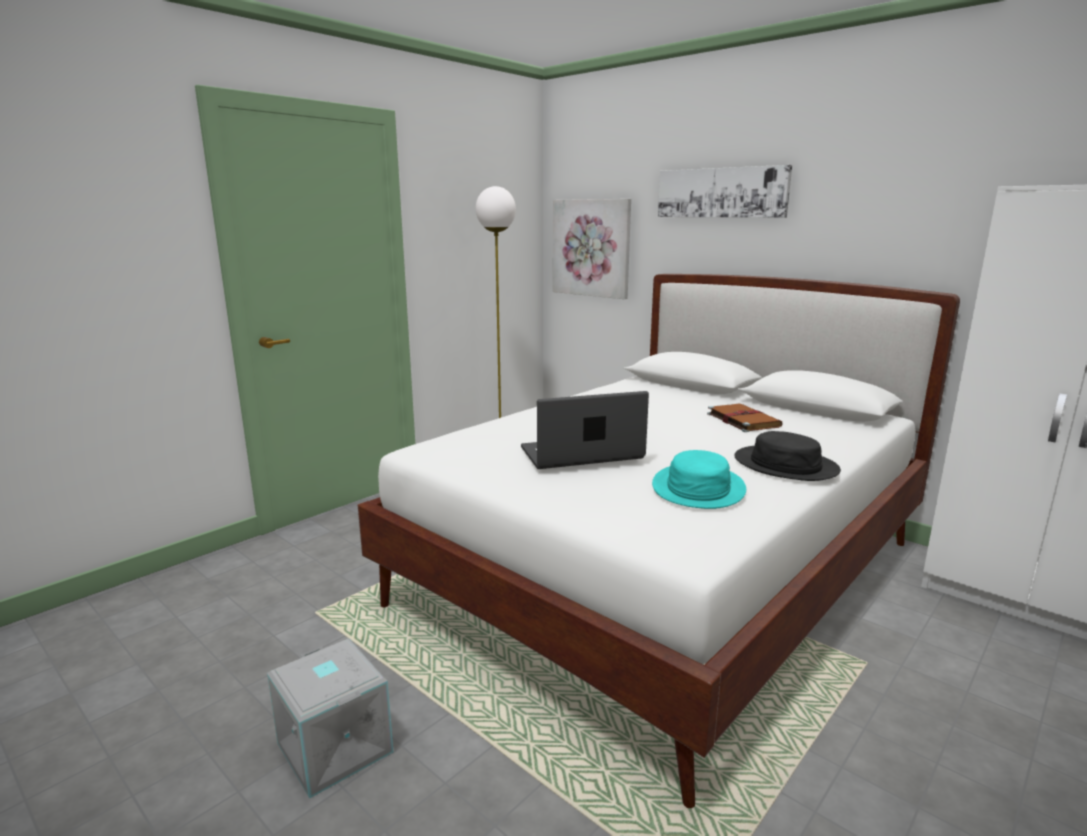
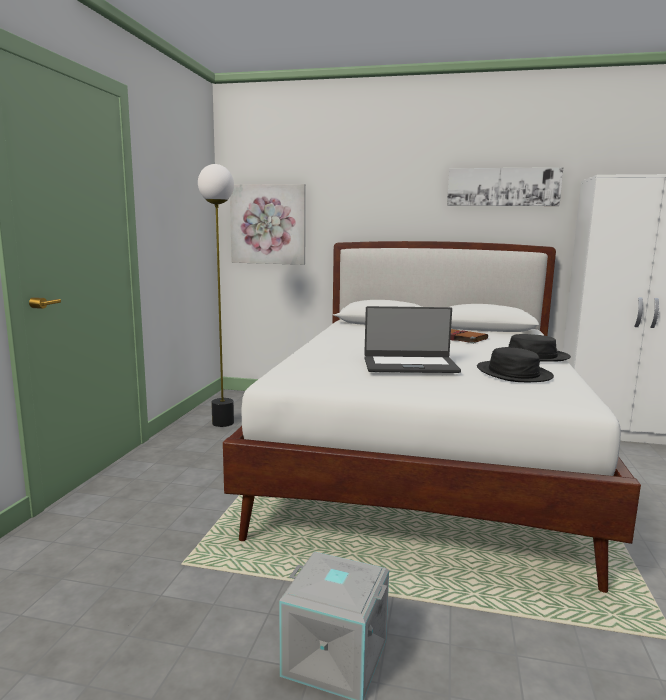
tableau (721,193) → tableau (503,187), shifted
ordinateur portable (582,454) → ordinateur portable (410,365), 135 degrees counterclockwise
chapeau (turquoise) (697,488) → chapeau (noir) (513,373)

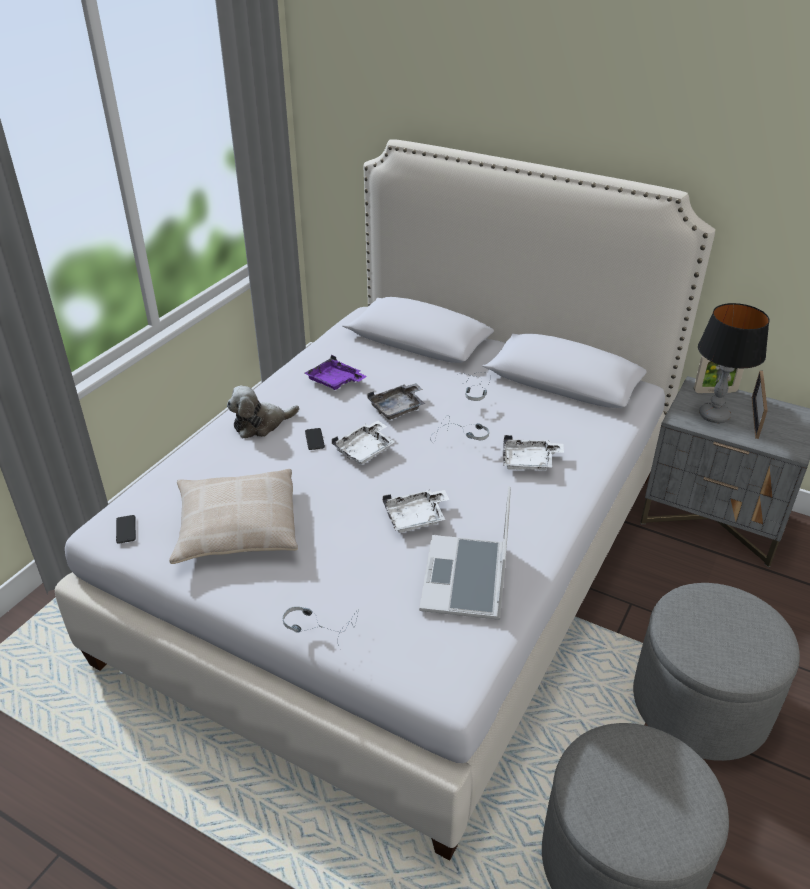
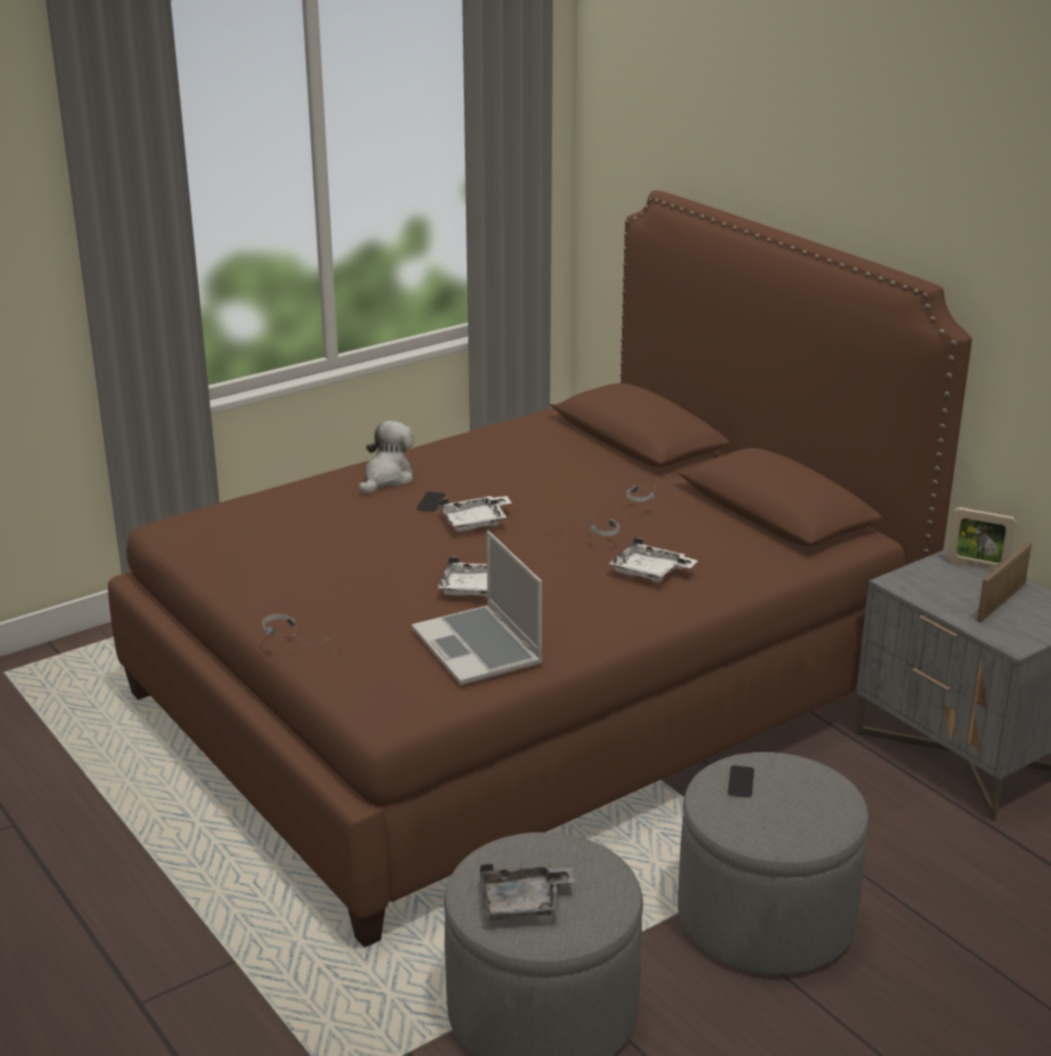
lit (blanc) (404,558) → lit (marron) (525,691)
lampe de table (714,416) → -
plateau (violet) (335,381) → -
plateau (gris) (398,408) → plateau (gris) (523,903), shifted
peluche (261,424) → peluche (387,478), 120 degrees clockwise
coussin (beige) (236,527) → -
ordinateur portable (466,580) → ordinateur portable (479,648), 60 degrees counterclockwise
téléphone (126,529) → téléphone (740,782), shifted

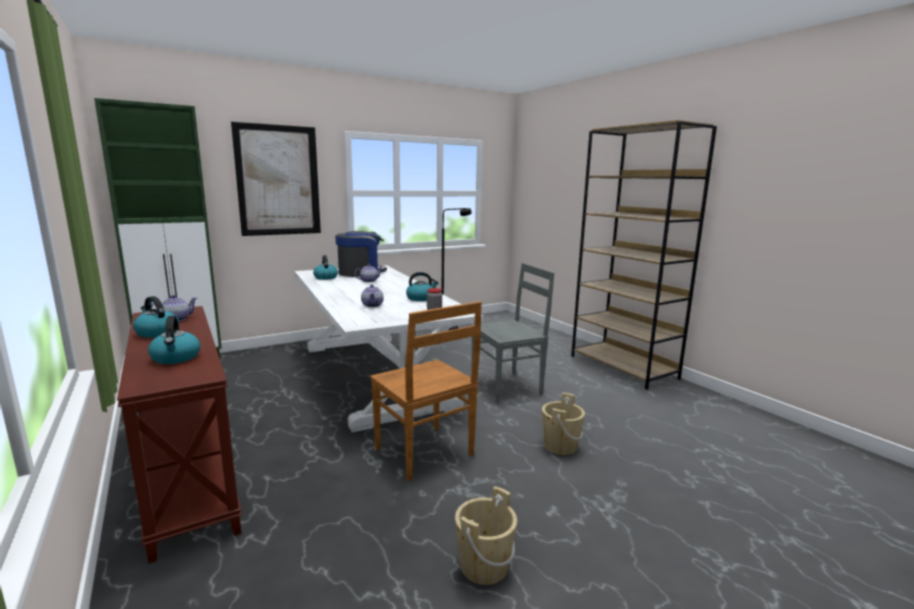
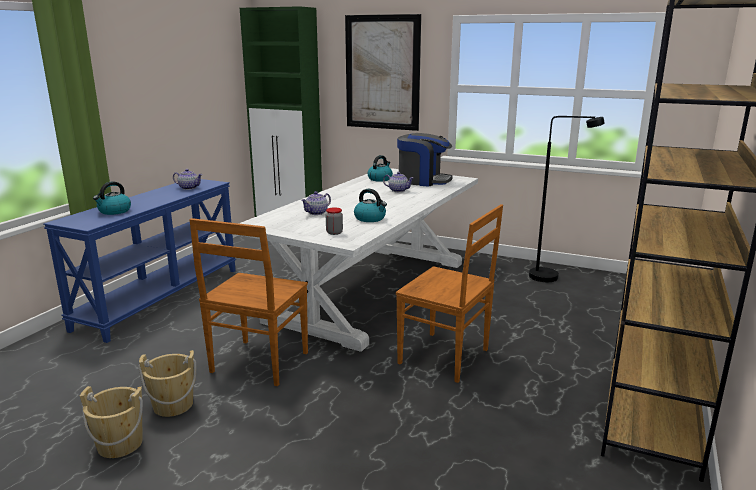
chaise (gris) (508,387) → chaise (marron) (446,357)
bouilloire (157,332) → -
table console (marron) (187,470) → table console (bleu) (160,297)
seau (beige) (560,446) → seau (beige) (173,405), shifted

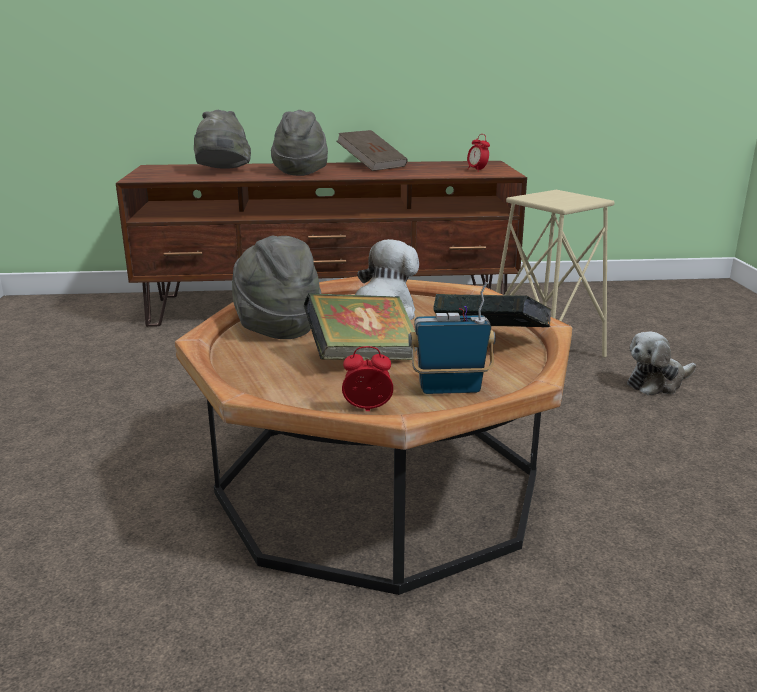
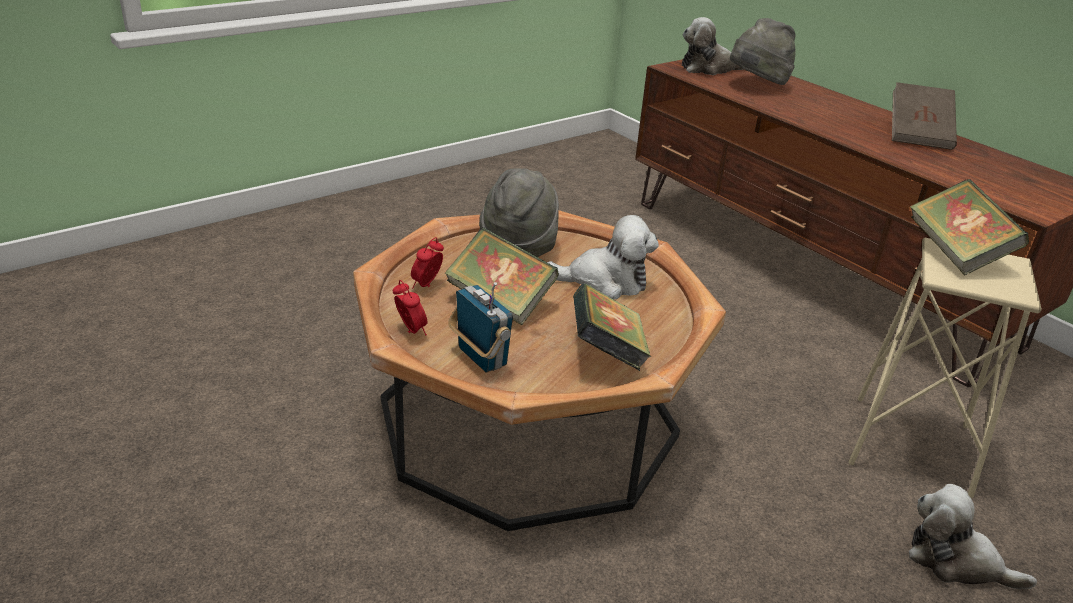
chapeau (gris) (301,172) → -
réveil (477,170) → réveil (427,285), shifted
- → peluche (709,68)
- → livre (956,253)

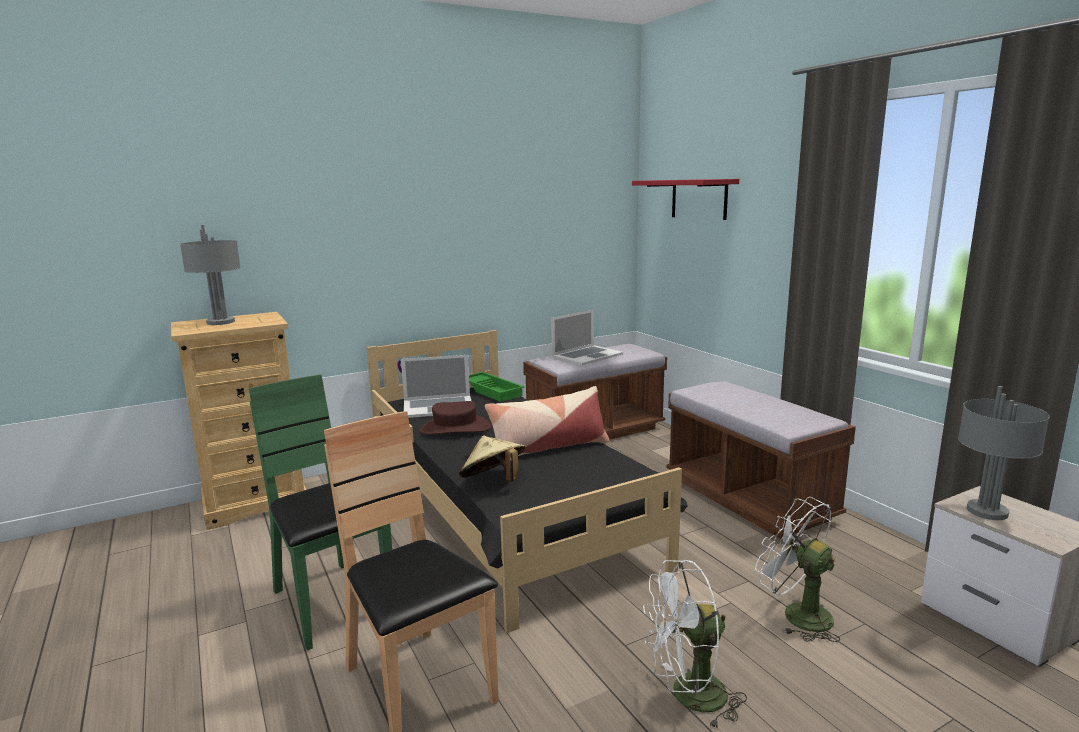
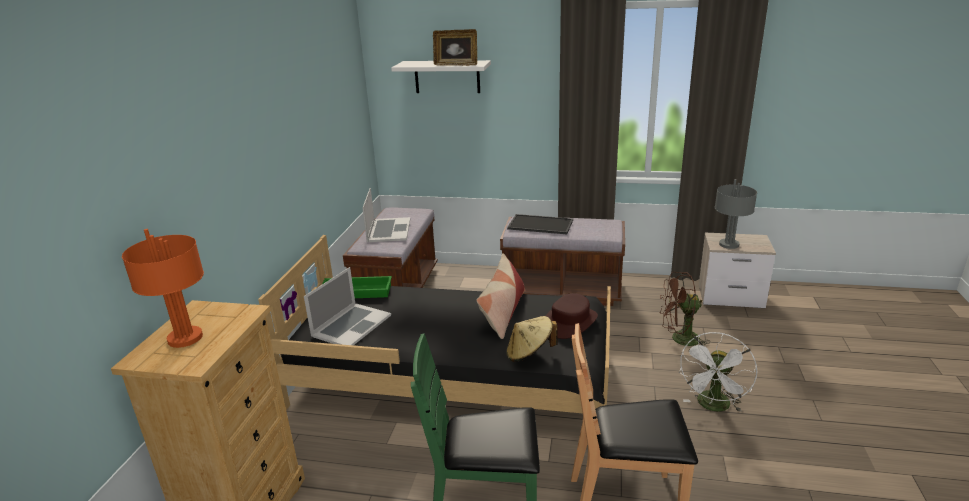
étagère (rouge) (699,199) → étagère (blanc) (447,76)
lampe de table (gris) (221,322) → lampe de table (orange) (186,337)
chapeau (marron) (455,428) → chapeau (marron) (570,322), shifted
ventilateur (blanc) (797,614) → ventilateur (marron) (679,340)
- → cadre photo (456,65)
- → plateau (539,225)

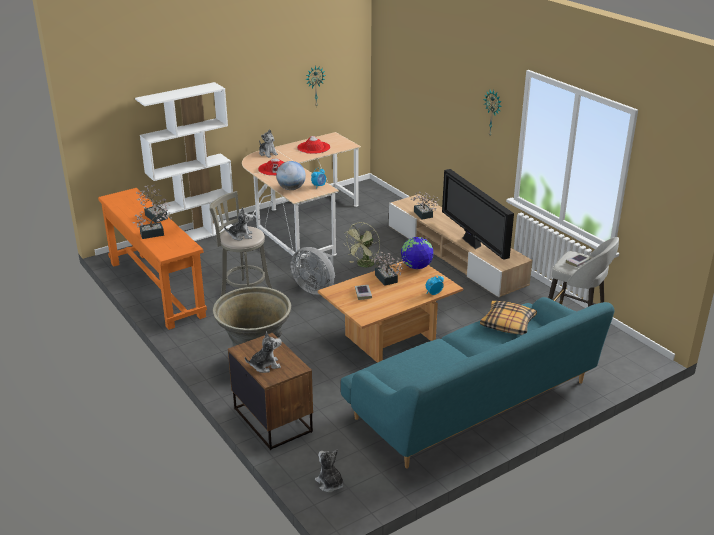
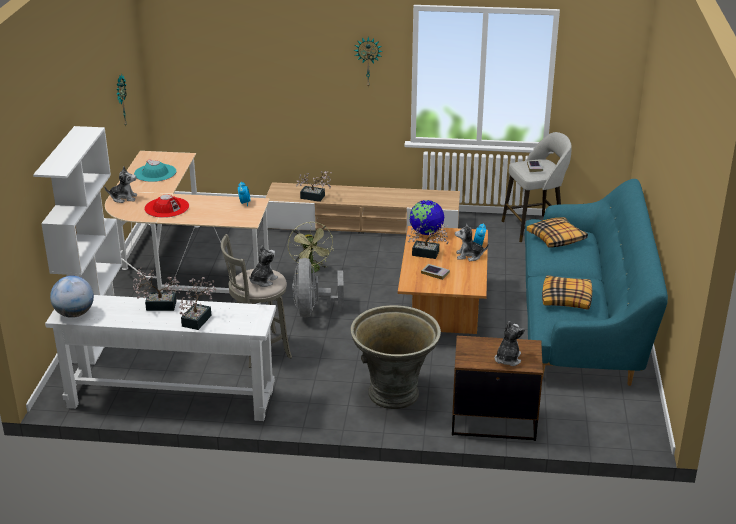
chapeau (rouge) (313,147) → chapeau (turquoise) (155,173)
globe (291,189) → globe (74,314), shifted
téléviseur (472,243) → -
table console (orange) (156,289) → table console (blanc) (171,398)
ventilateur (gris) (315,289) → ventilateur (gris) (313,311), 105 degrees clockwise
peluche (330,483) → peluche (469,256), shifted
- → coussin (567,299)

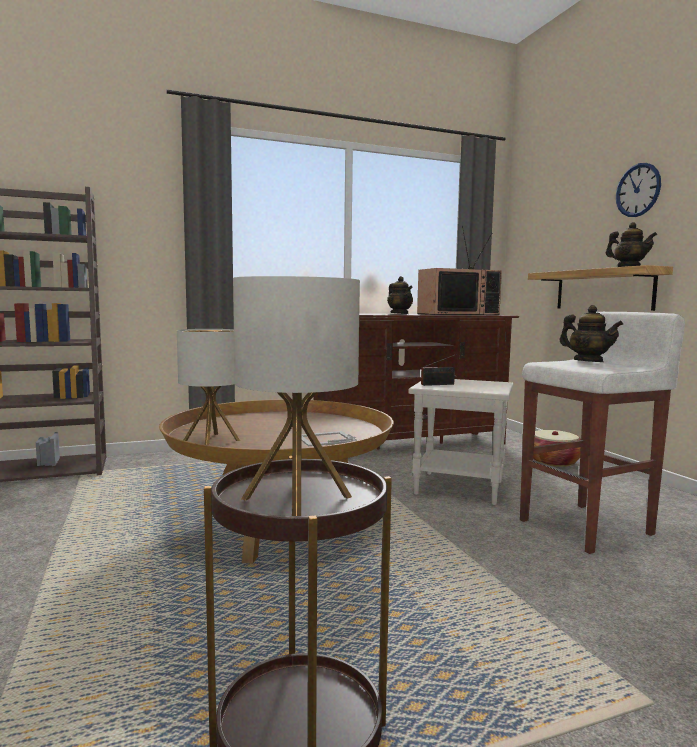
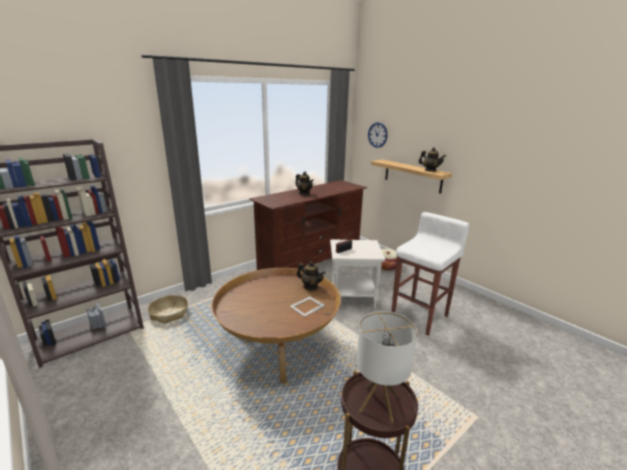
horloge murale (638,190) → horloge murale (377,135), shifted
téléviseur (458,314) → -
théière (588,361) → théière (310,286), shifted
lampe de table (211,440) → -
- → panier (169,313)

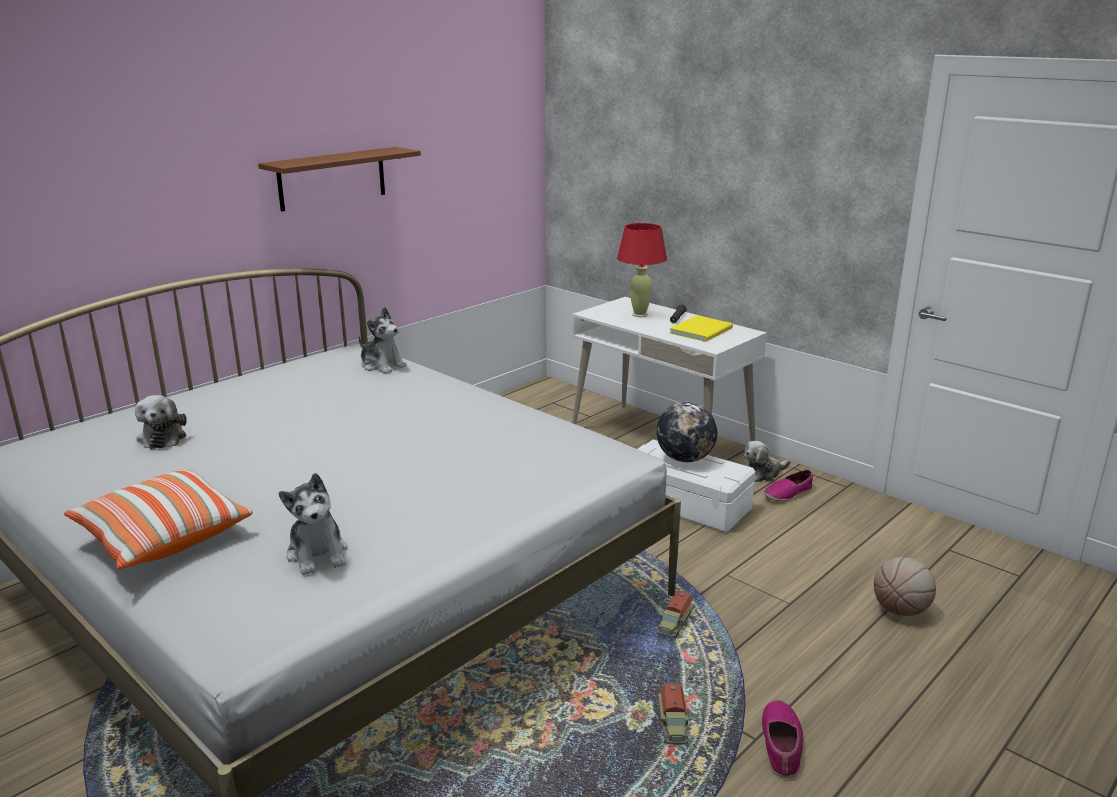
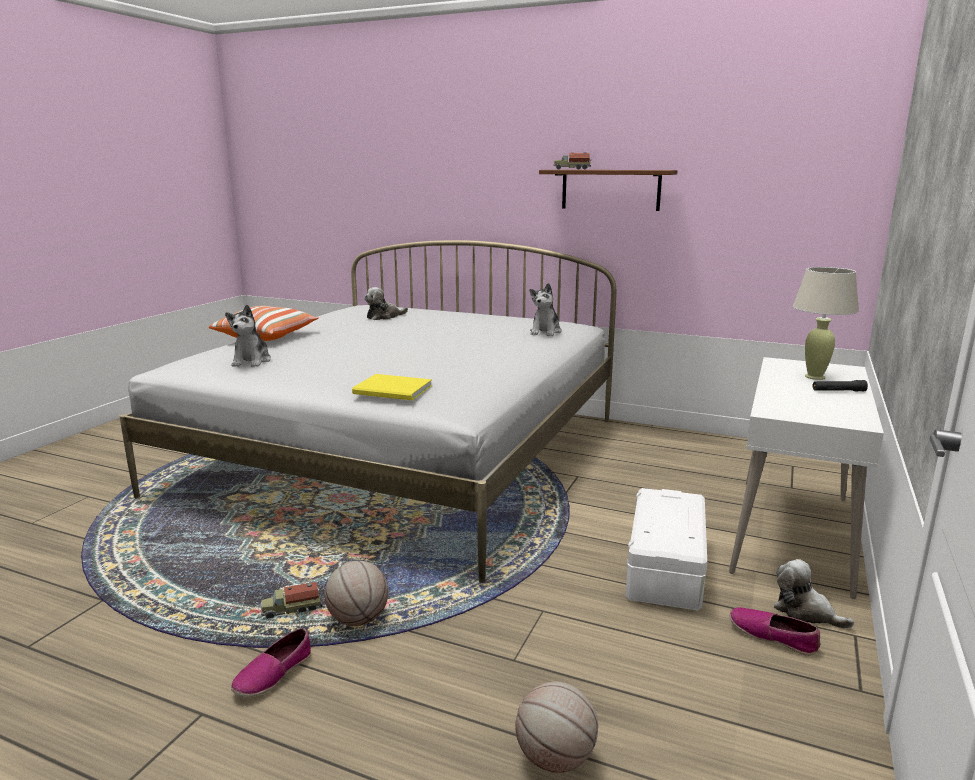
lampe de table (rouge) (639,314) → lampe de table (beige) (814,377)
livre (jaune) (703,330) → livre (jaune) (394,390), shifted
globe (685,459) → -
peluche (318,554) → peluche (252,361), 45 degrees counterclockwise
camion jouet (674,624) → camion jouet (572,169), shifted
chaussure (781,744) → chaussure (273,674), 135 degrees clockwise
- → ballon de basket (358,619)

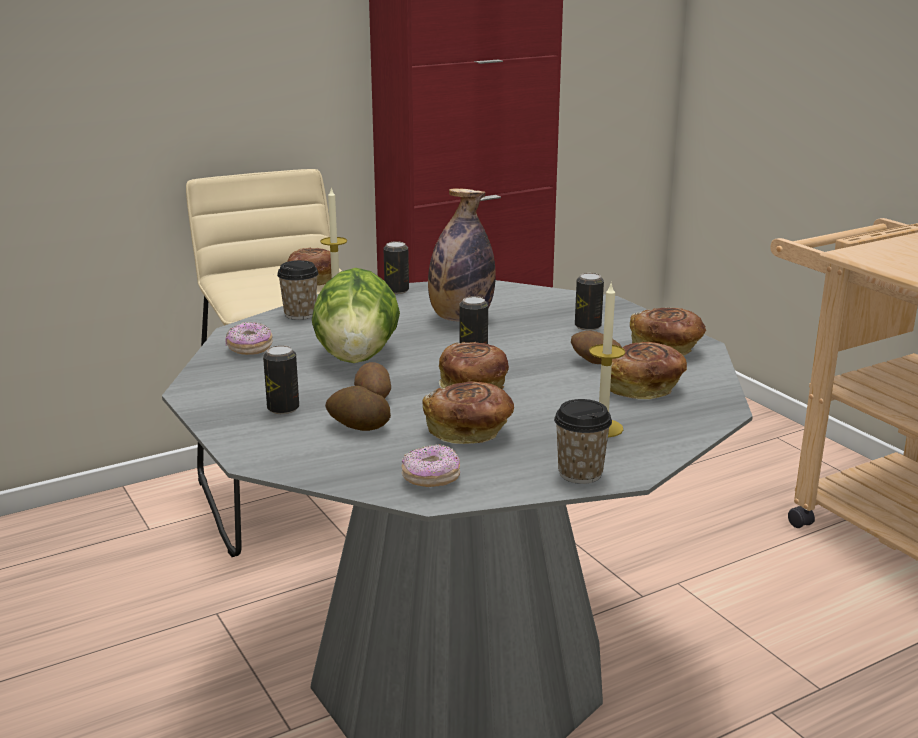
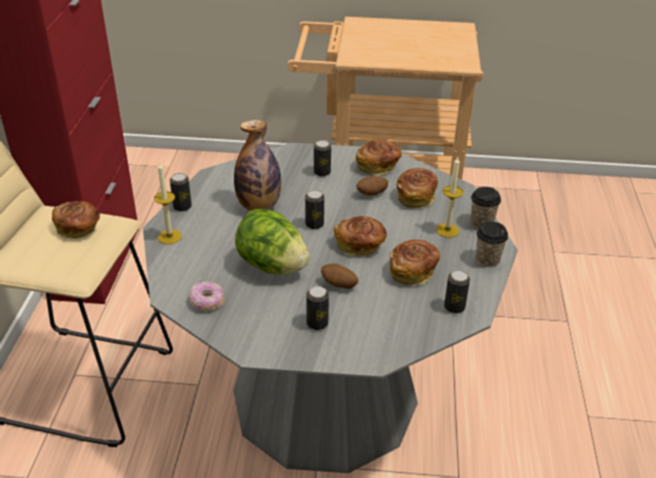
tasse (300,314) → tasse (481,223), shifted
pomme de terre (358,426) → -
beignet (431,479) → boîte métallique (454,307)

